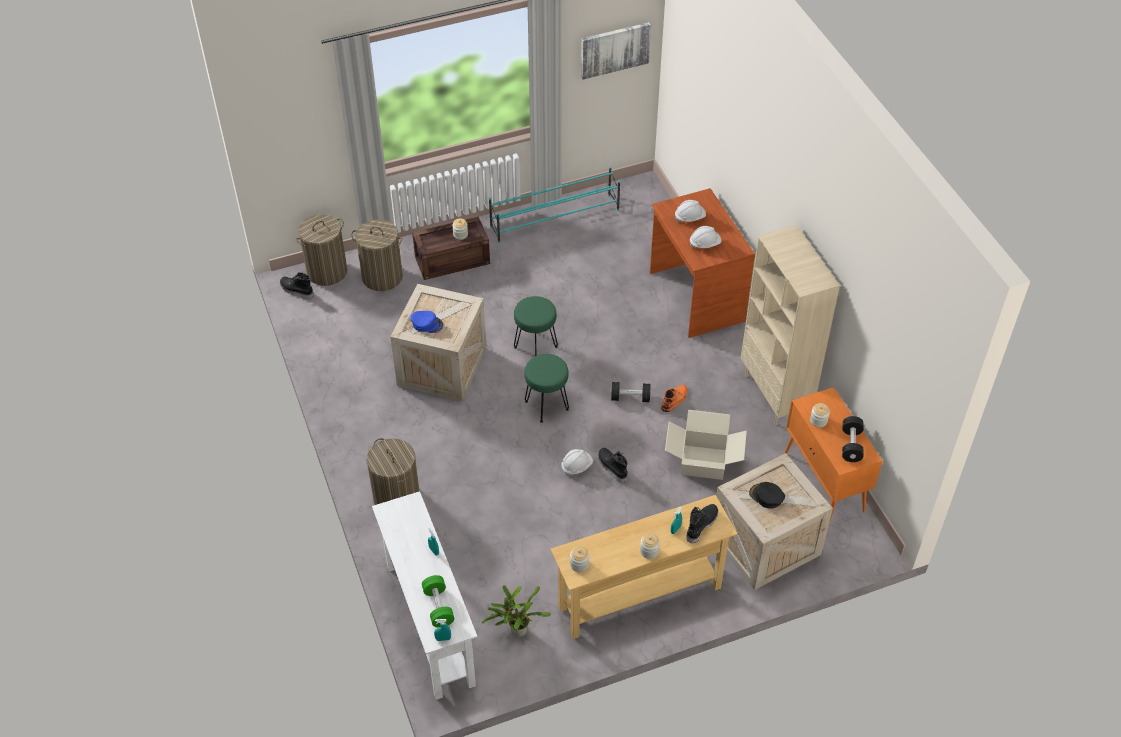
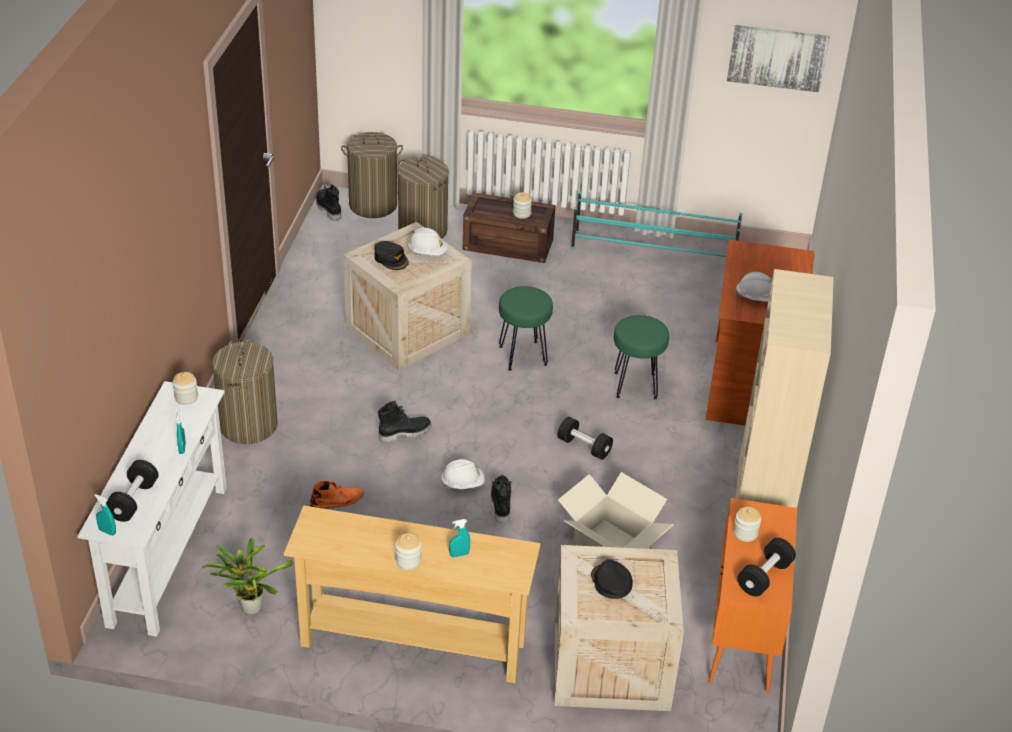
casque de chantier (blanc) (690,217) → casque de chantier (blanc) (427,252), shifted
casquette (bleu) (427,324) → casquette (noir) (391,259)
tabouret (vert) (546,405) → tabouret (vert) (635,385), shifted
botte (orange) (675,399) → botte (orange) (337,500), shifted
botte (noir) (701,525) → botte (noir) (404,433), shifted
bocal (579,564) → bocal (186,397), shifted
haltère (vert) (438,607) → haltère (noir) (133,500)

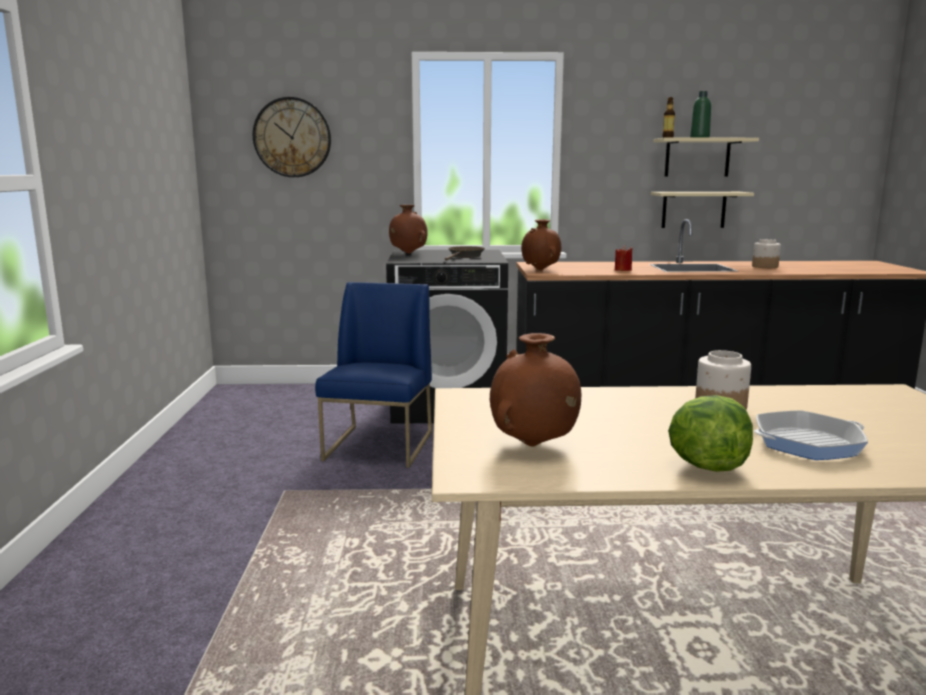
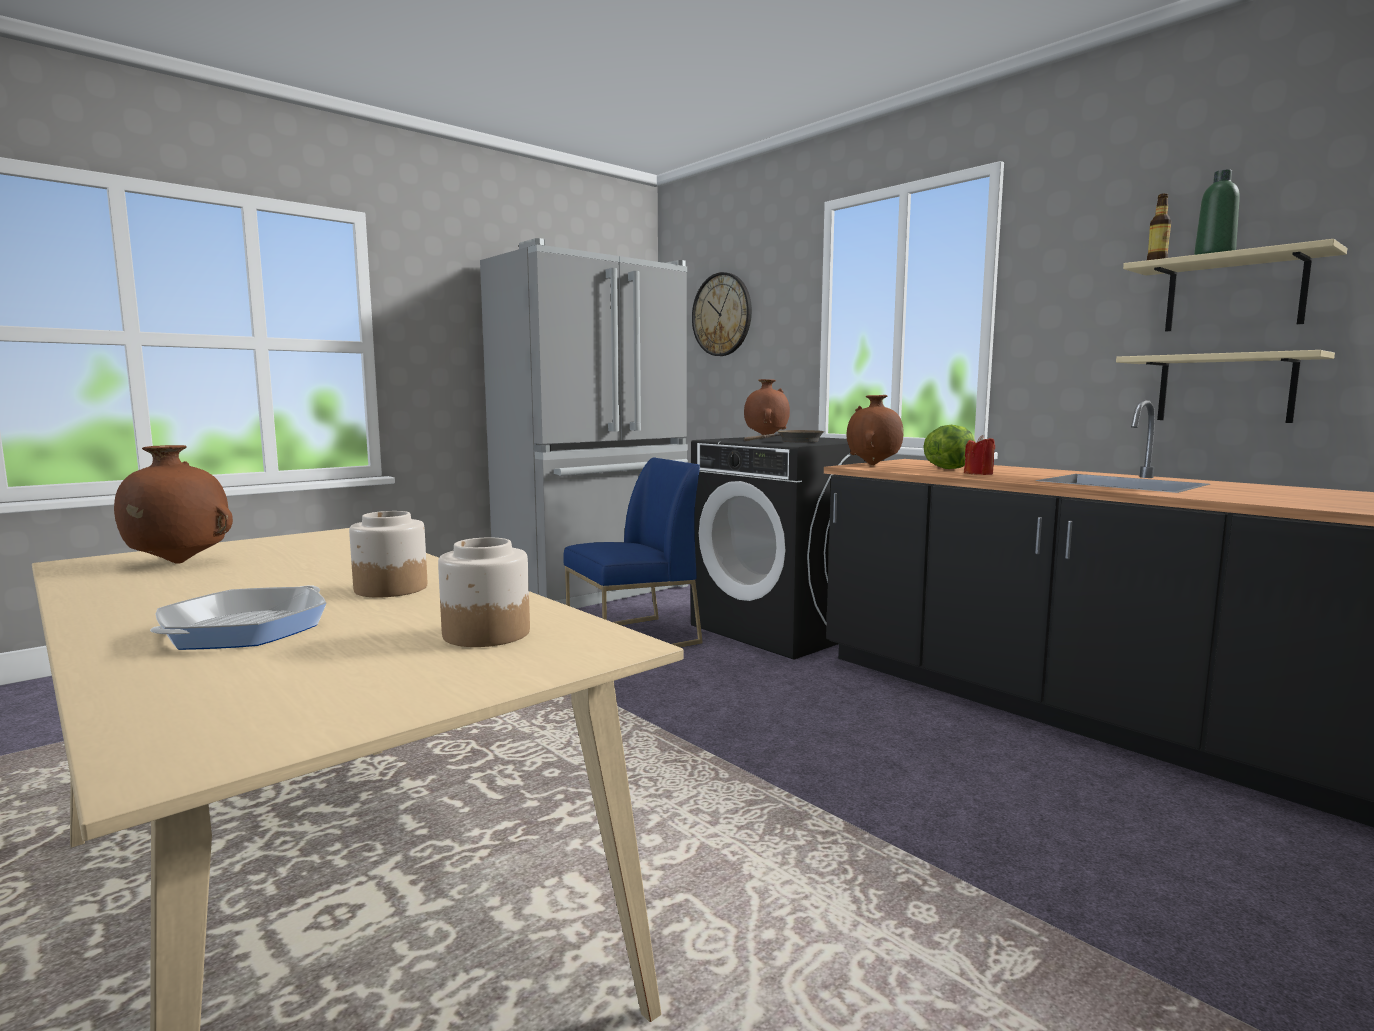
bocal (764,266) → bocal (485,634), shifted
laitue (707,466) → laitue (948,468), shifted
poêle (807,443) → poêle (245,629), 105 degrees counterclockwise
- → réfrigérateur (gris) (596,591)

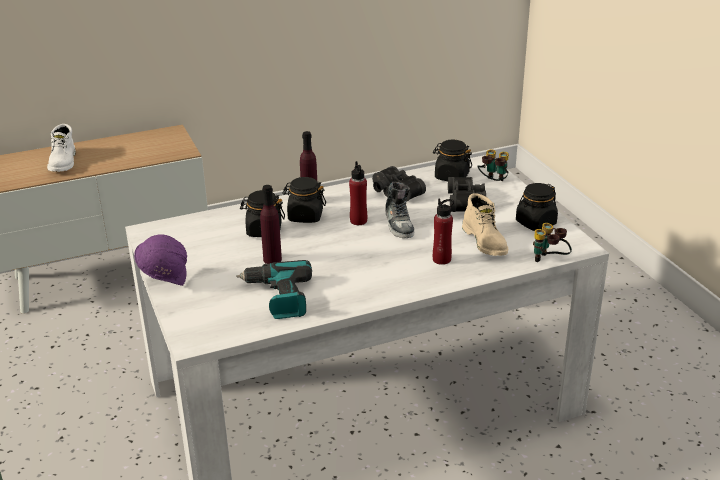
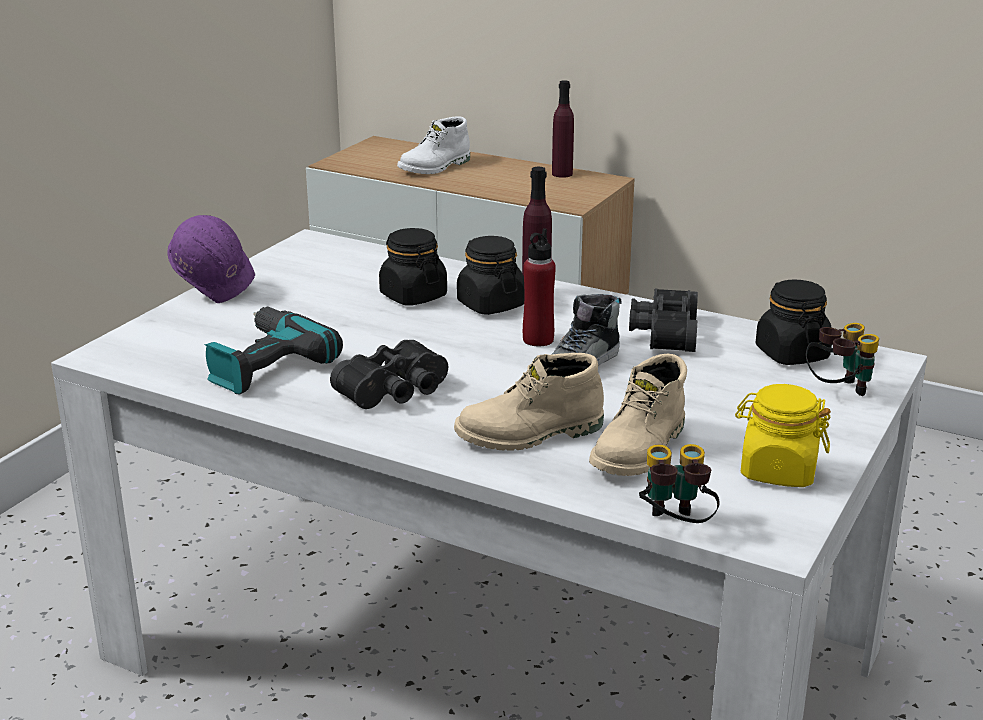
jumelles (noir) (466,201) → jumelles (noir) (397,392), shifted
bocal (noir) (535,223) → bocal (jaune) (777,471)
bouteille (violet) (272,259) → bouteille (violet) (562,174), shifted
bouteille (rouge) (442,259) → botte (beige) (530,434)

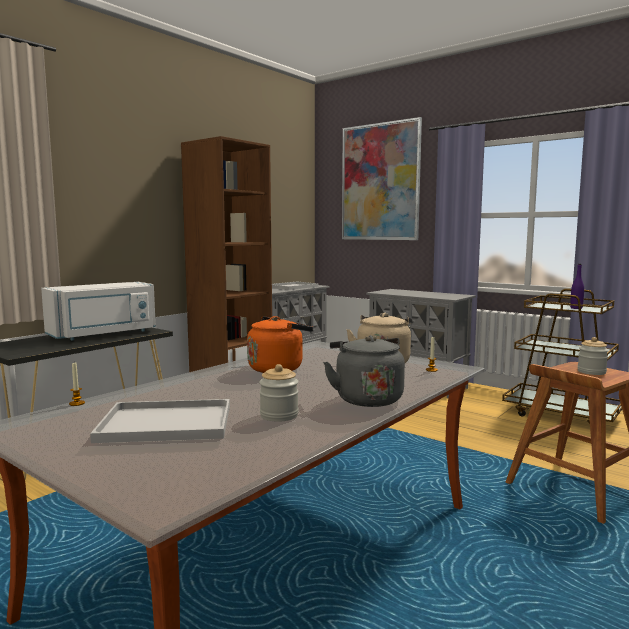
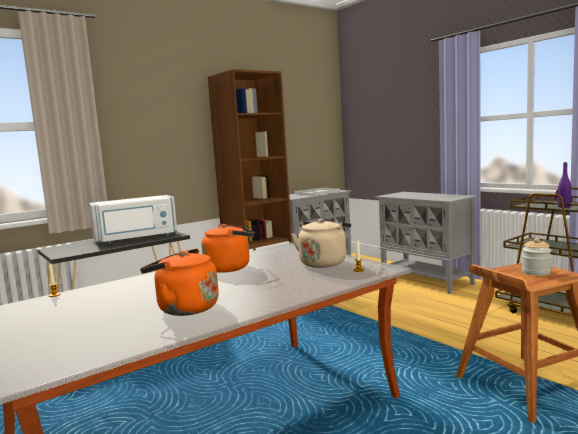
tableau (380,182) → -
bouilloire (gris) (366,398) → -
bocal (279,415) → bouilloire (orange) (184,309)
plateau (blanc) (169,422) → -

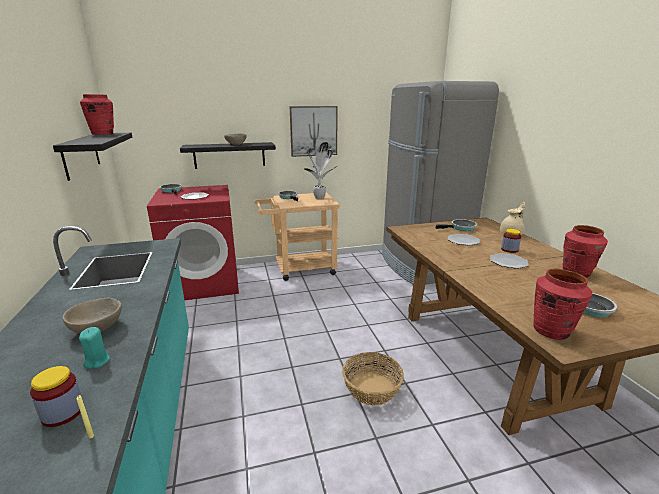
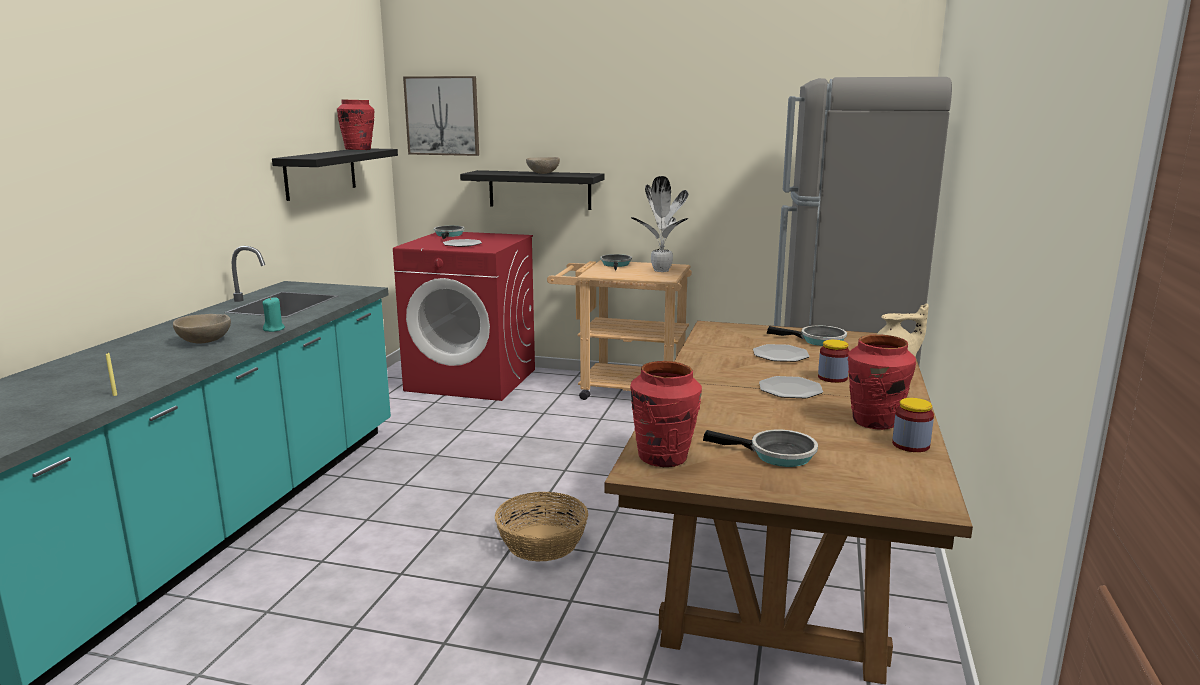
tableau (313,131) → tableau (442,116), shifted
bougie (turquoise) (97,361) → bougie (turquoise) (274,329), shifted
bocal (63,412) → bocal (910,445), shifted

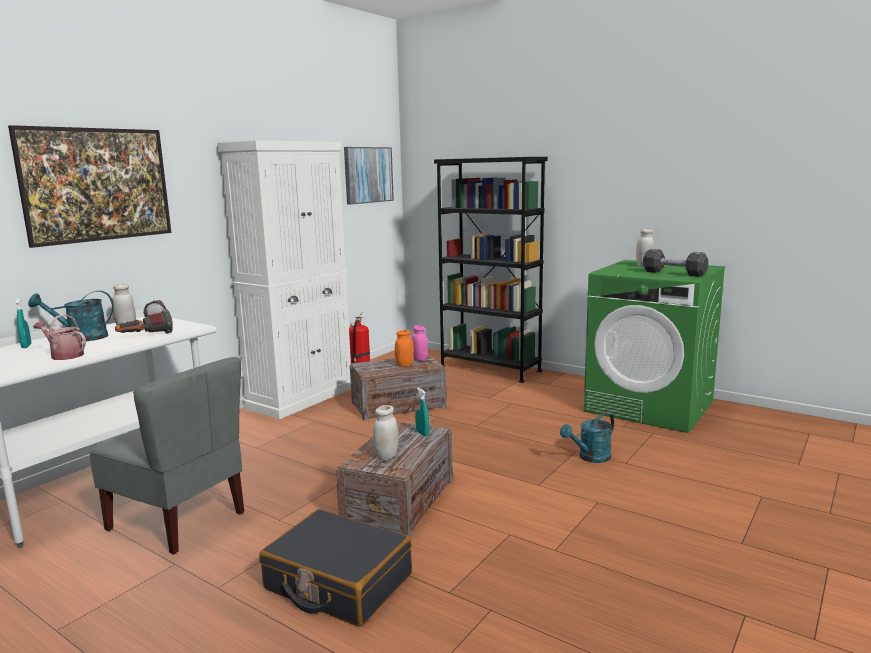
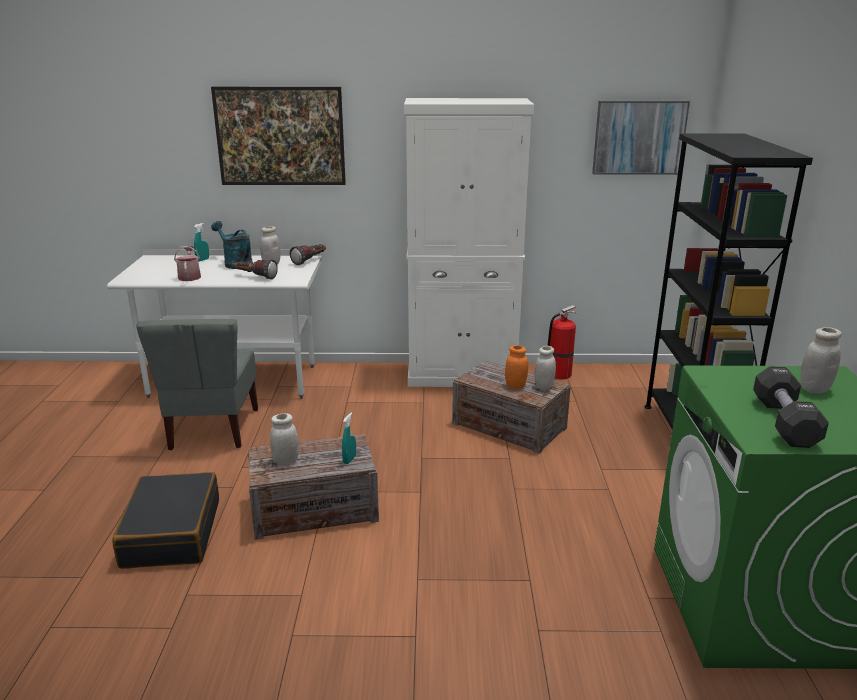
bocal (rose) (420,359) → bocal (blanc) (544,386)
arrosoir (turquoise) (590,458) → -

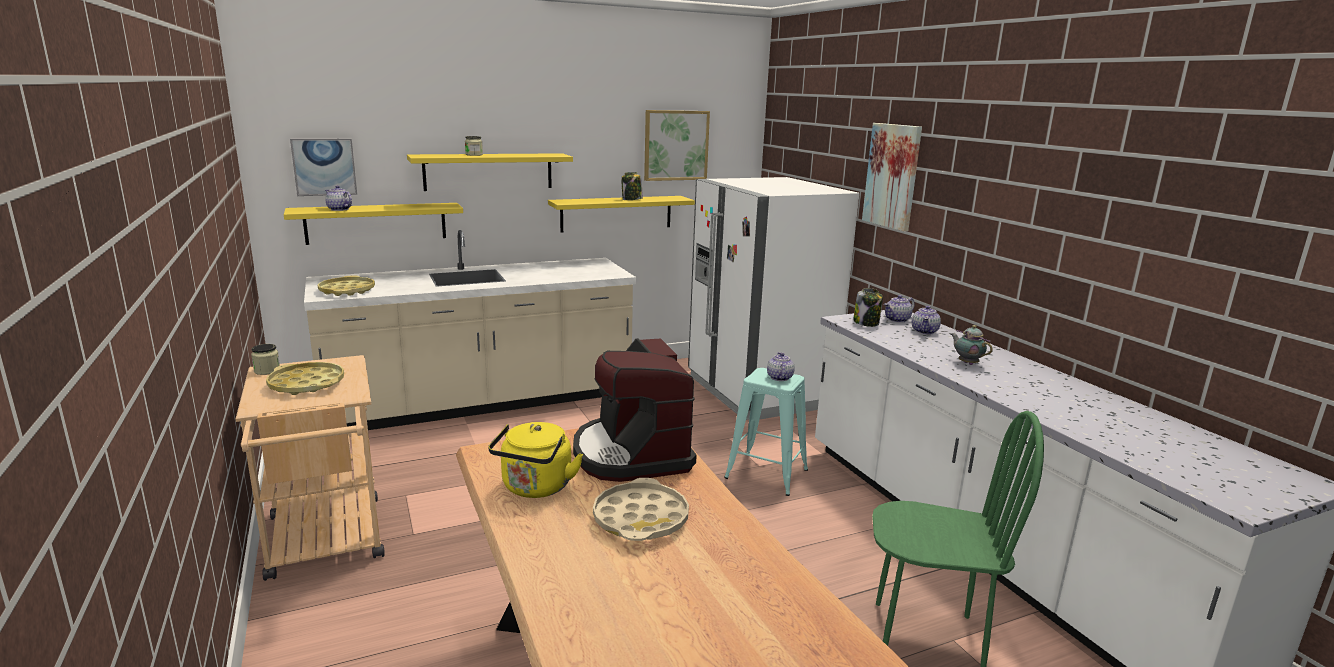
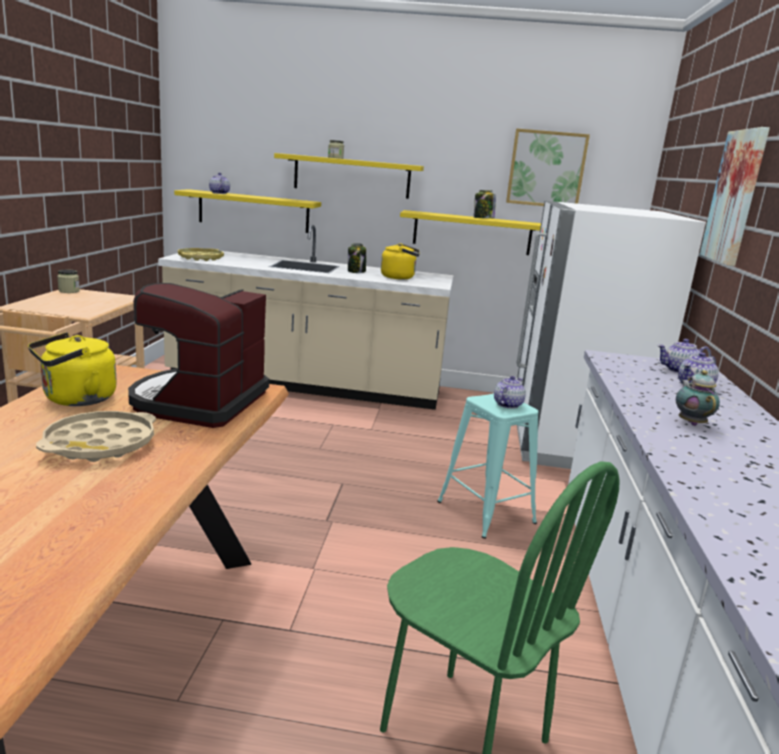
tableau (324,167) → -
bocal (866,323) → bocal (356,271), shifted
plateau (jaune) (307,384) → -
- → bouilloire (jaune) (400,277)

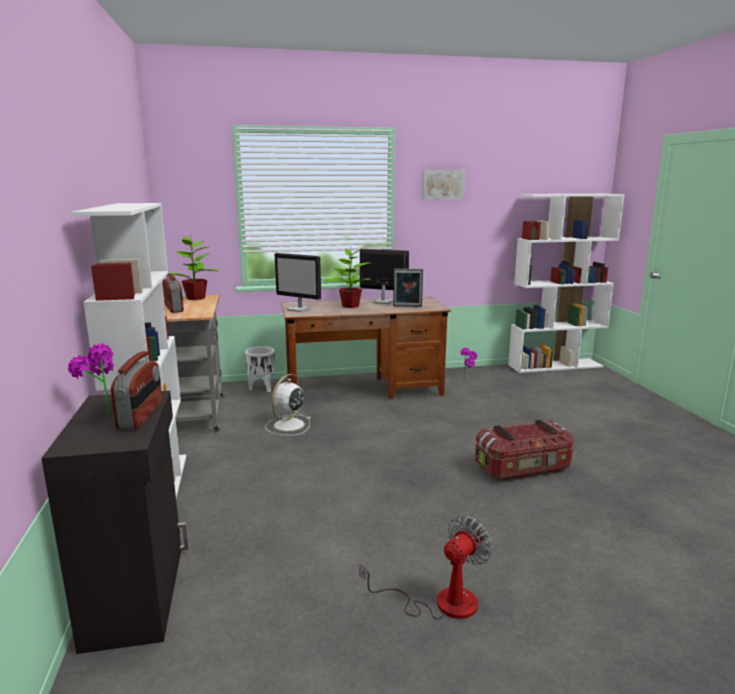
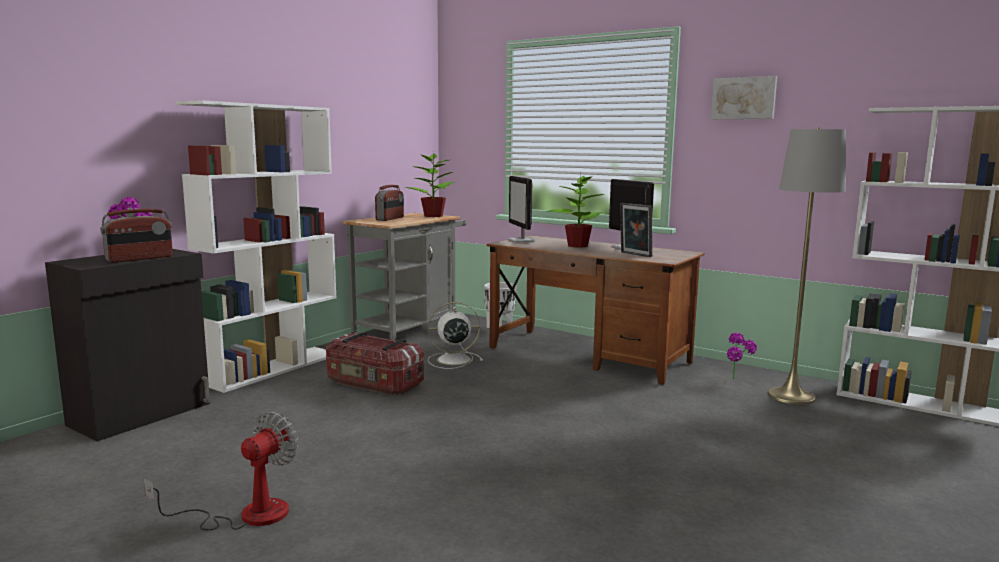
boîte de rangement (523,469) → boîte de rangement (373,384), shifted
ventilateur (440,602) → ventilateur (246,515), 60 degrees counterclockwise
- → lampadaire (gris) (791,396)

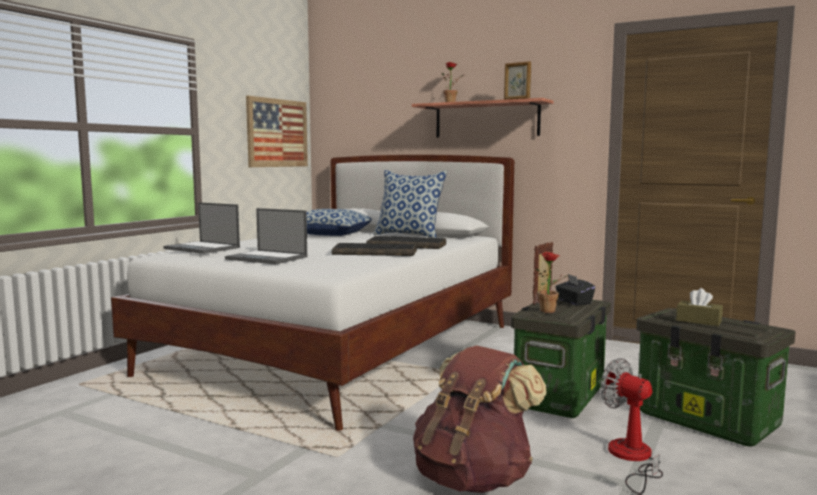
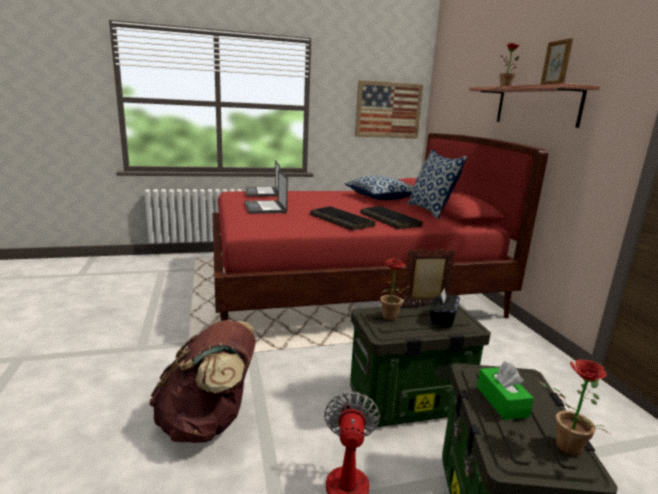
lit (blanc) (340,349) → lit (rouge) (347,287)
boîte à mouchoirs (marron) (698,321) → boîte à mouchoirs (vert) (501,401)
- → plante en pot (563,446)

